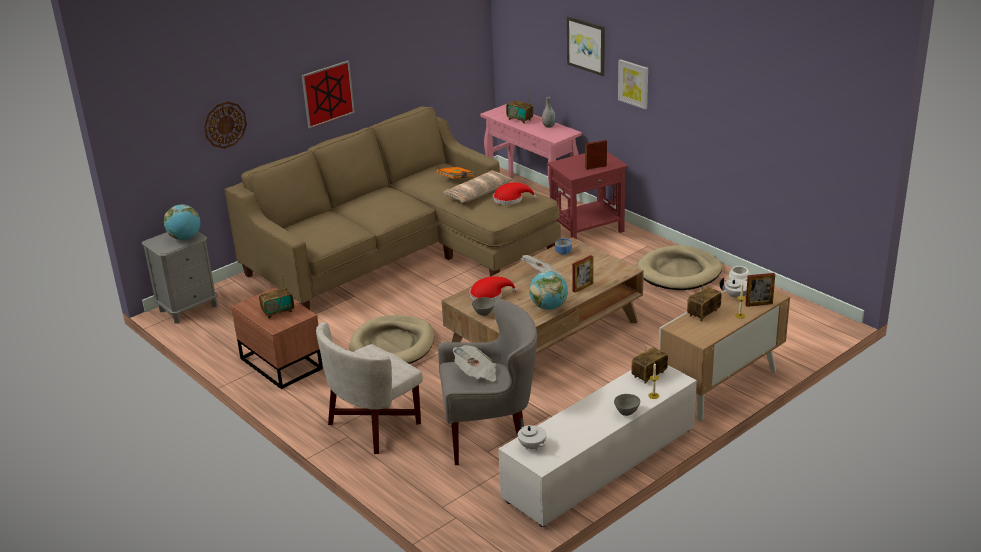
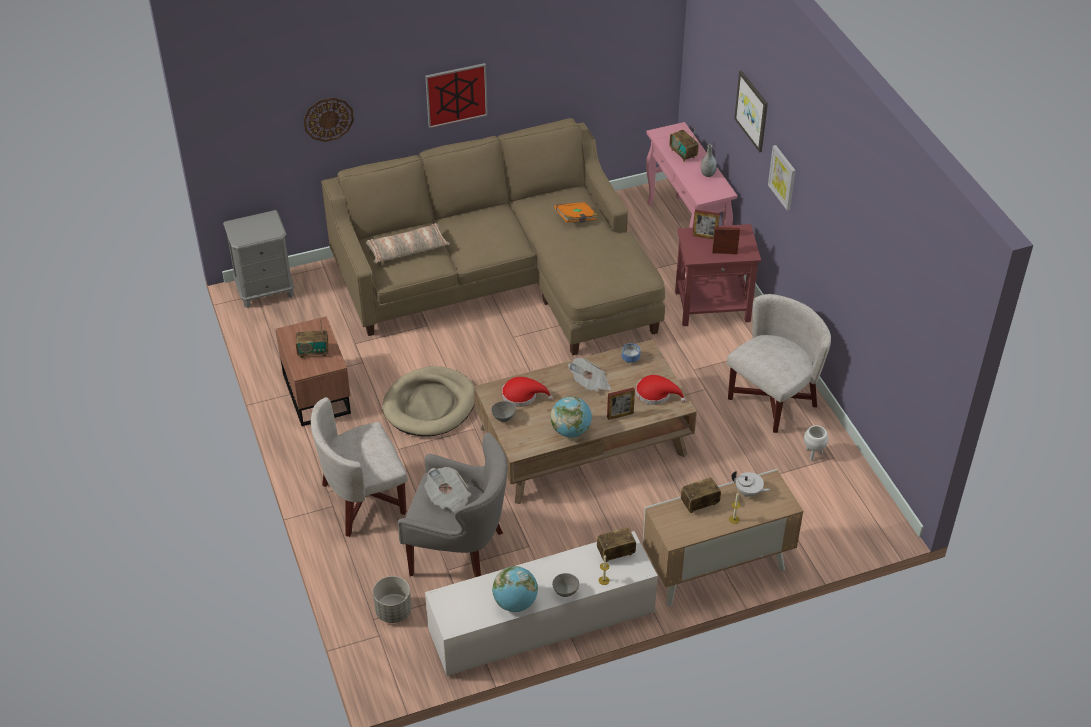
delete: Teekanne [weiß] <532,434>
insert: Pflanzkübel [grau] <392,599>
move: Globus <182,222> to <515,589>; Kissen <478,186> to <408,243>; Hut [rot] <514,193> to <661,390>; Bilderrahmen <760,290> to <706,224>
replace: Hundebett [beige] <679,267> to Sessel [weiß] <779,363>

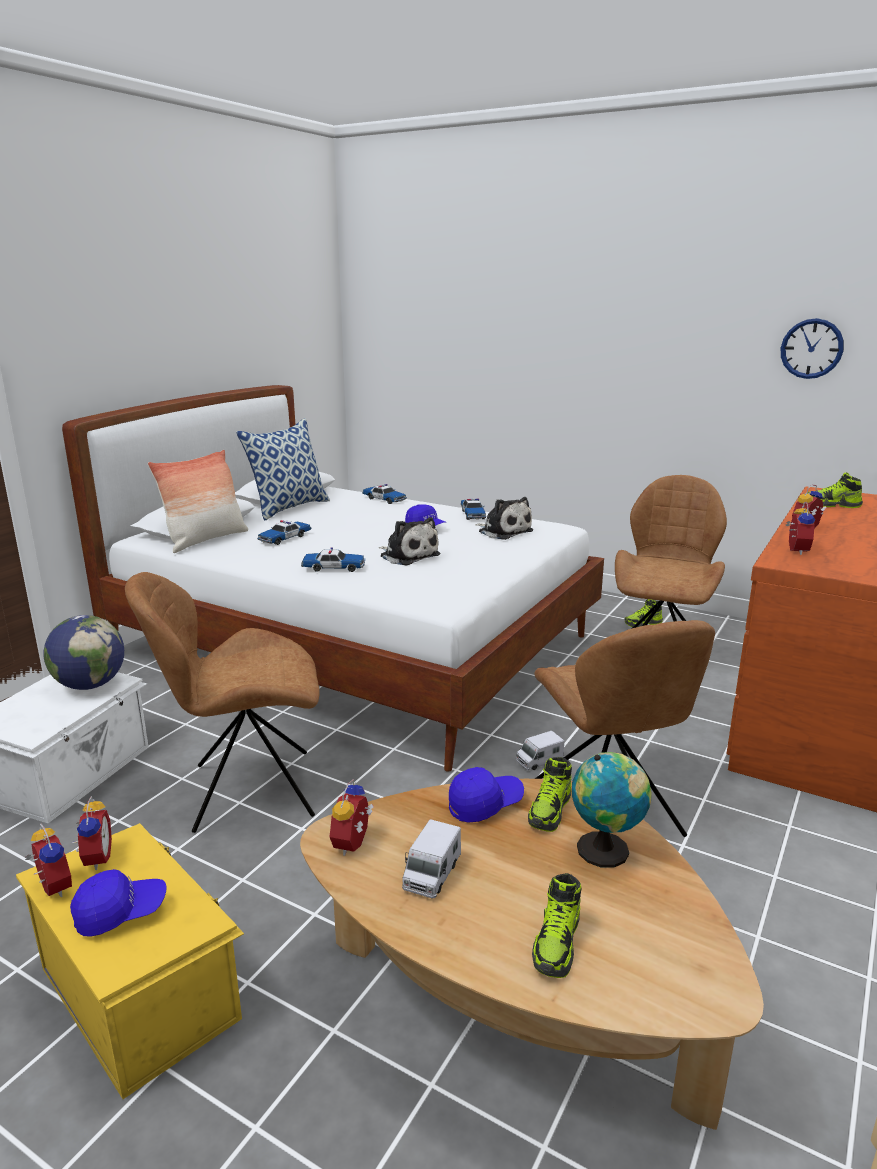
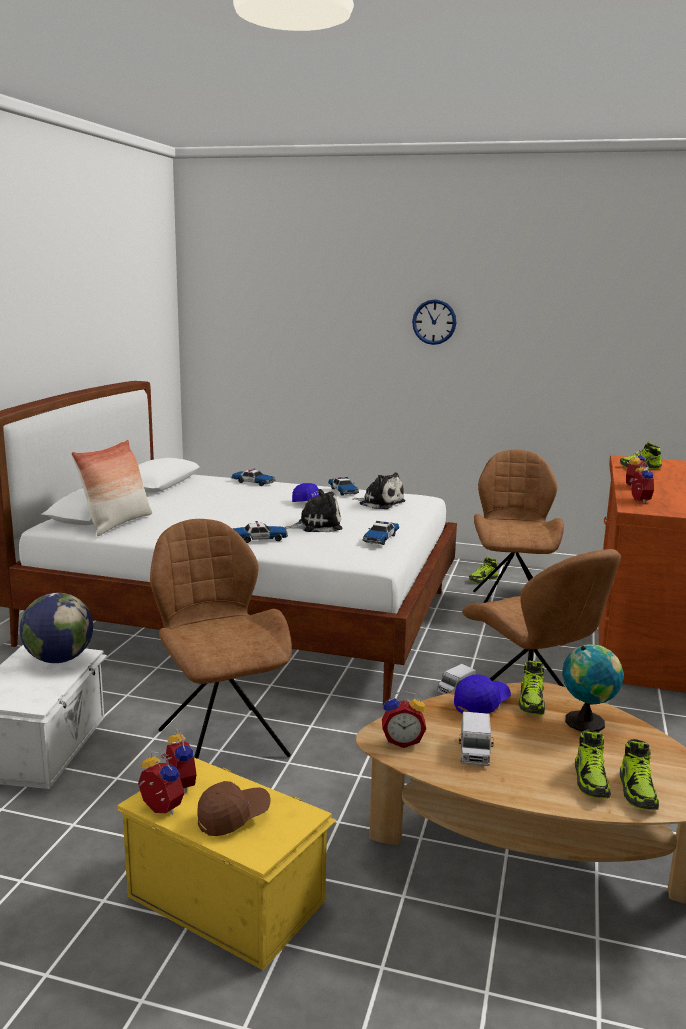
delete: Kissen <283,469>
insert: Schuh <639,774>
move: Spielzeugauto <284,532> to <381,533>; Wanduhr <812,348> to <434,322>
recolor: Kappe [blau] <118,903> to Kappe [braun] <234,808>
rotate: Stuhl [braun] <222,702> = <221,639> 90 degrees clockwise; Wecker <352,817> = <404,719> 90 degrees counterclockwise; Plüschtier <409,541> = <313,510> 45 degrees counterclockwise

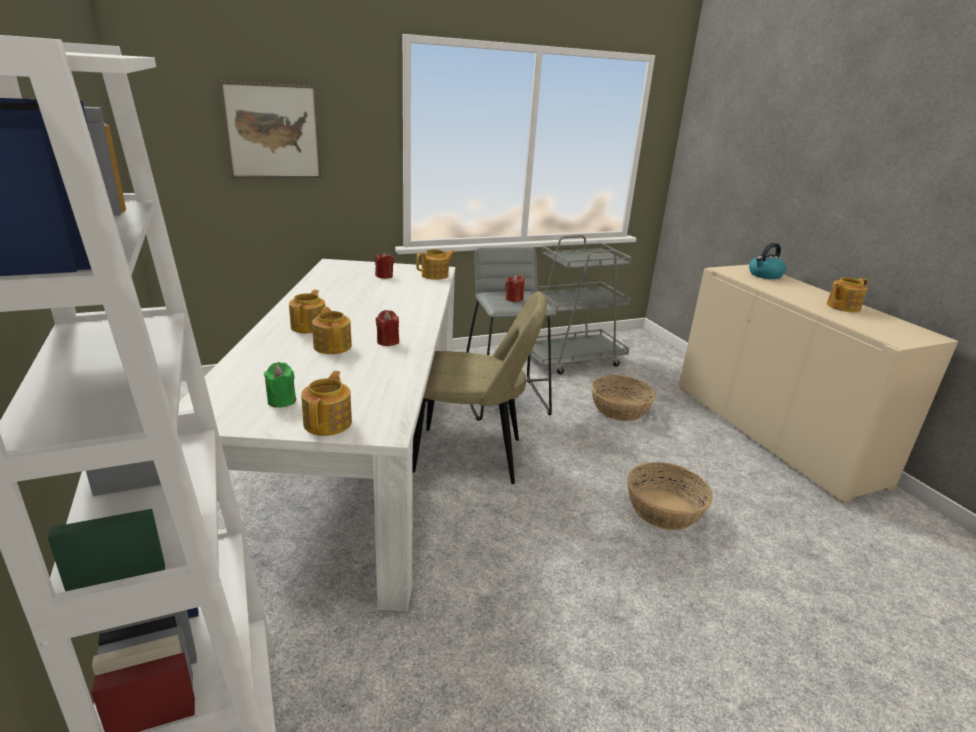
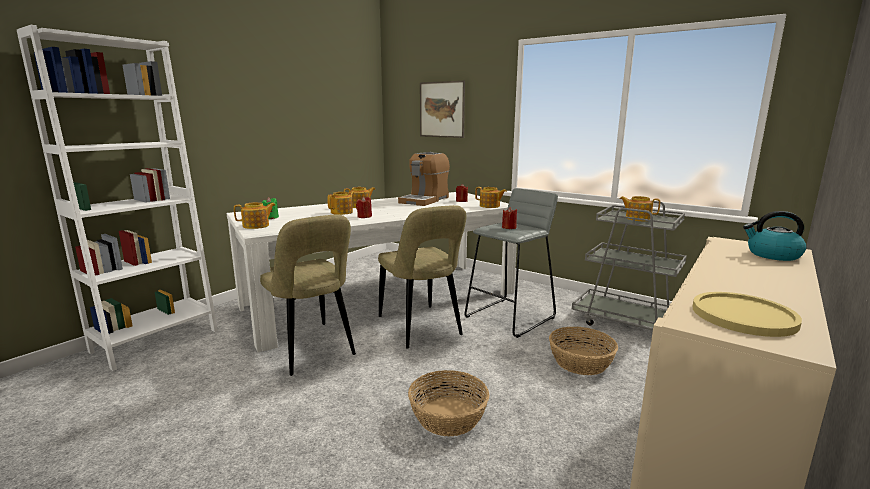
insert: Stuhl [beige] <308,295>; Kaffeemaschine <424,179>; Teller [gelb] <747,314>
move: Teekanne <847,294> to <640,208>

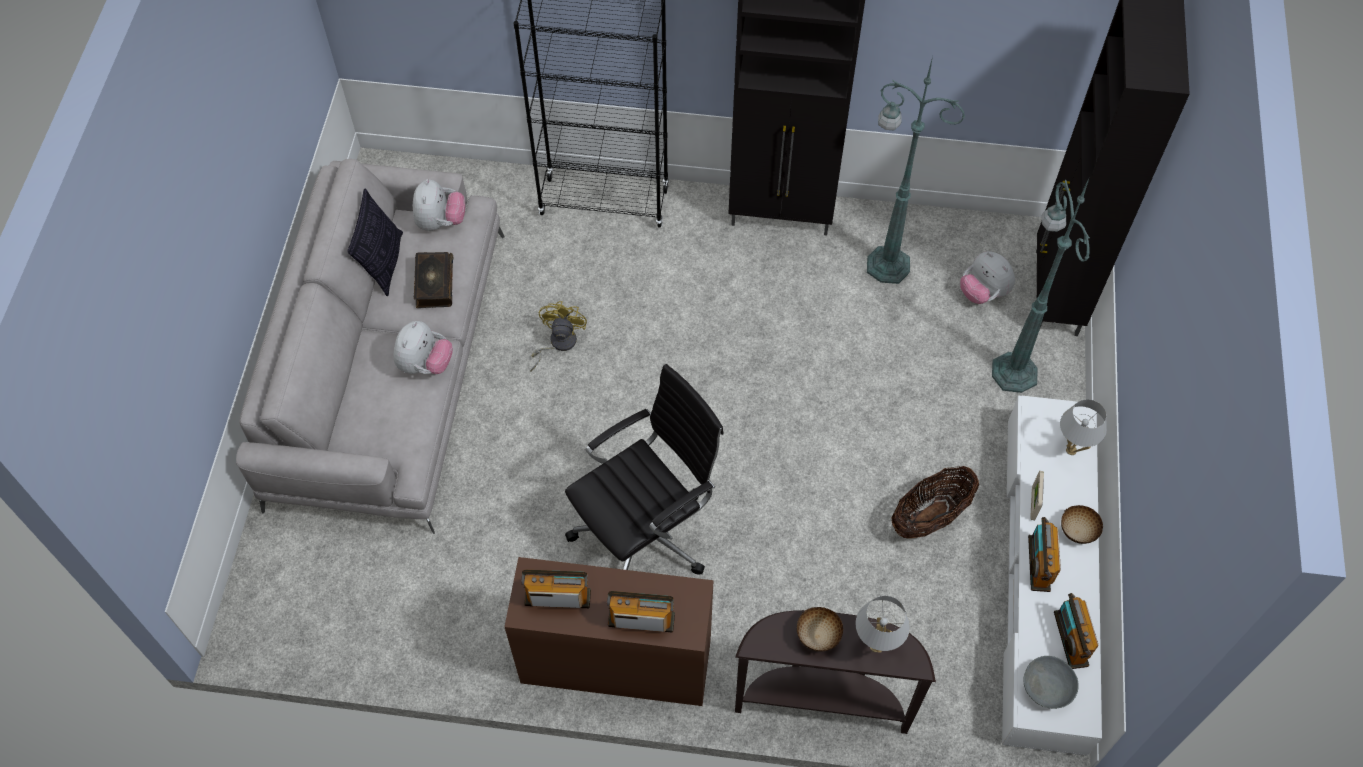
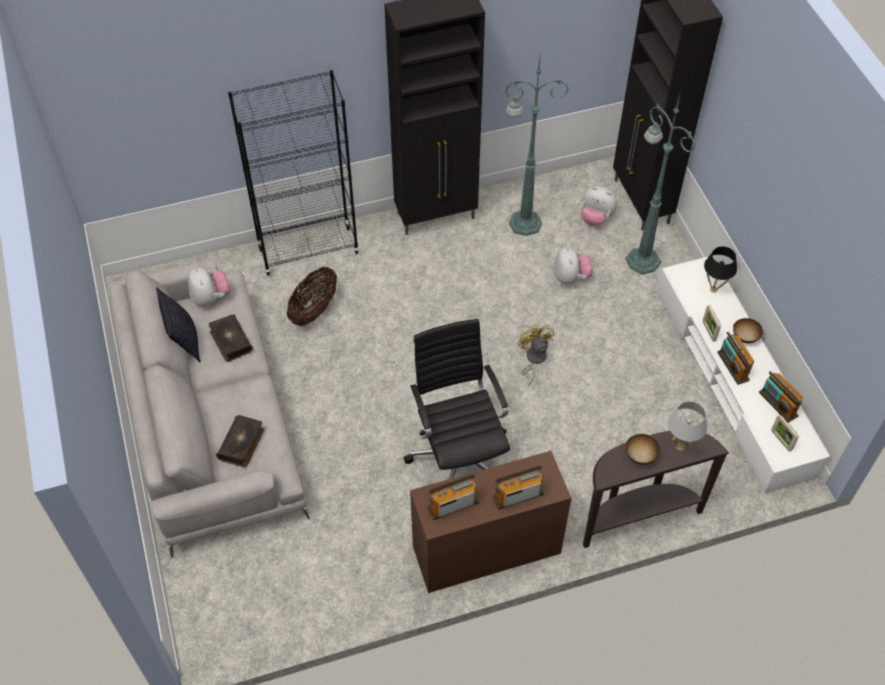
insert: Buch <240,441>
move: Plüschtier <423,347> to <573,265>; Ventilator [gelb] <558,336> to <536,355>; Korb <935,502> to <312,296>
replace: Schüssel [grau] <1051,682> to Bilderrahmen <785,433>
recolor: Tischlampe [weiß] <1083,427> to Tischlampe [schwarz] <720,269>
rotate: Bürostuhl [schwarz] <644,469> = <457,399> 45 degrees counterclockwise

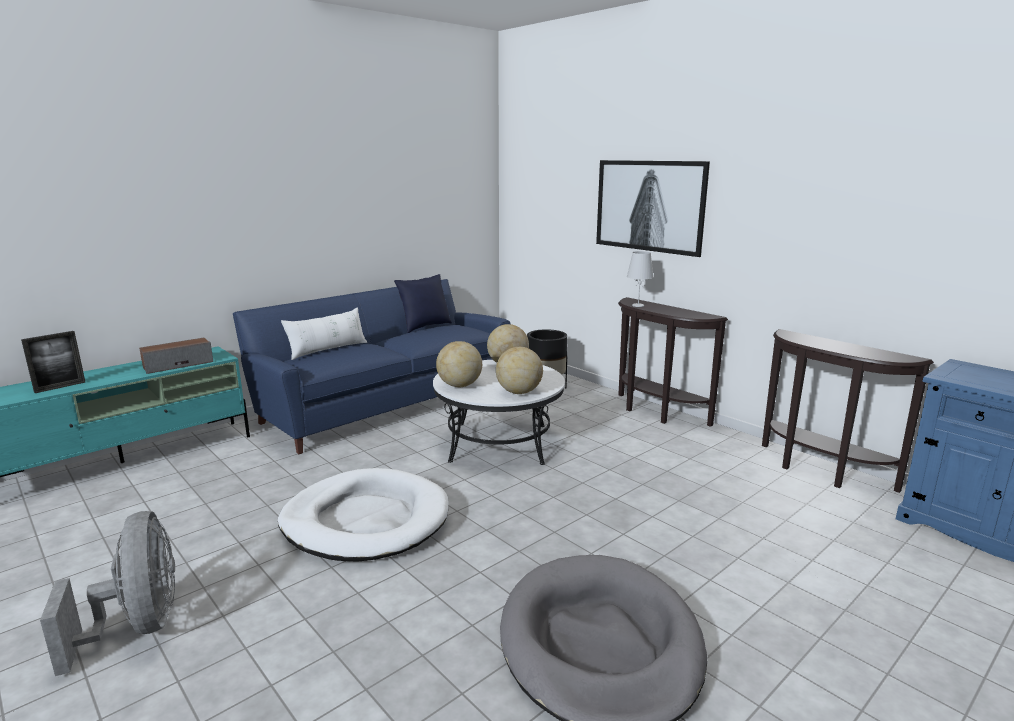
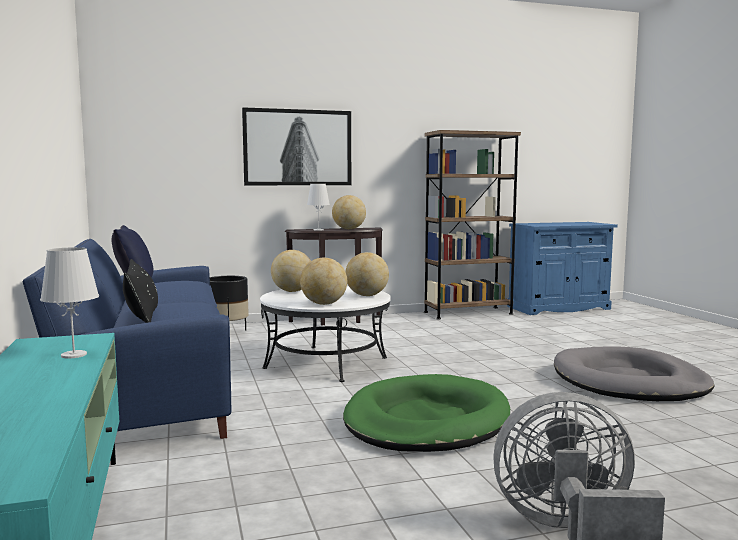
delete: Bilderrahmen <53,362>
insert: Globus <349,212>
replace: Lautsprecher <176,356> to Tischlampe [weiß] <69,303>; Konsolentisch [braun] <848,411> to Bücherregal [braun] <472,225>
recolor: Hundebett [weiß] <363,515> to Hundebett [grün] <426,413>; Kissen [weiß] <324,333> to Kissen [schwarz] <140,291>

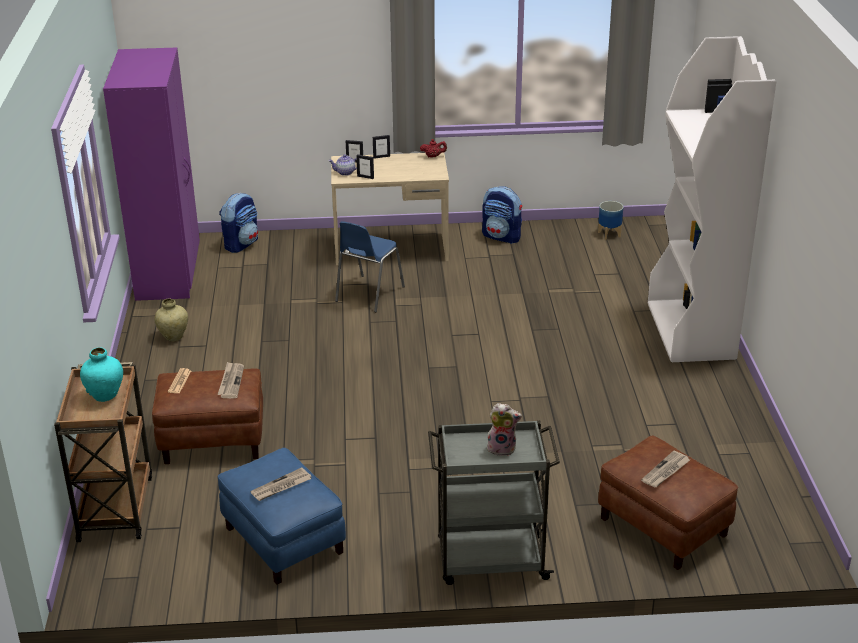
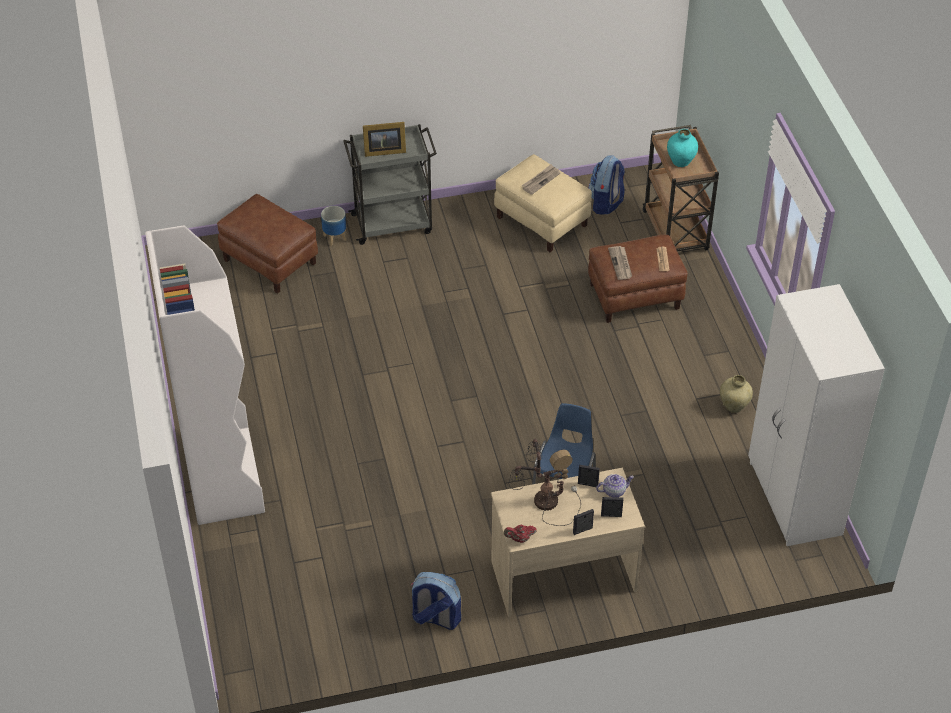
delete: Zeitung <665,469>
insert: Tischlampe <545,482>
move: Rucksack <238,223> to <606,184>; Pflanzkübel <610,220> to <334,226>
replace: Plüschtier <504,429> to Bilderrahmen <384,139>
recolor: Kleiderschrank [lila] <151,174> to Kleiderschrank [weiß] <816,415>; Polsterhocker [blau] <282,516> to Polsterhocker [beige] <543,203>

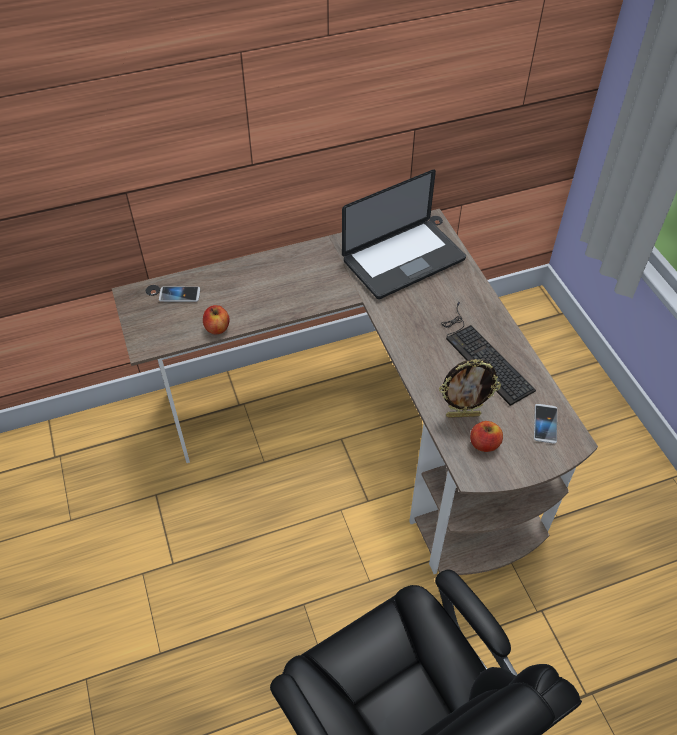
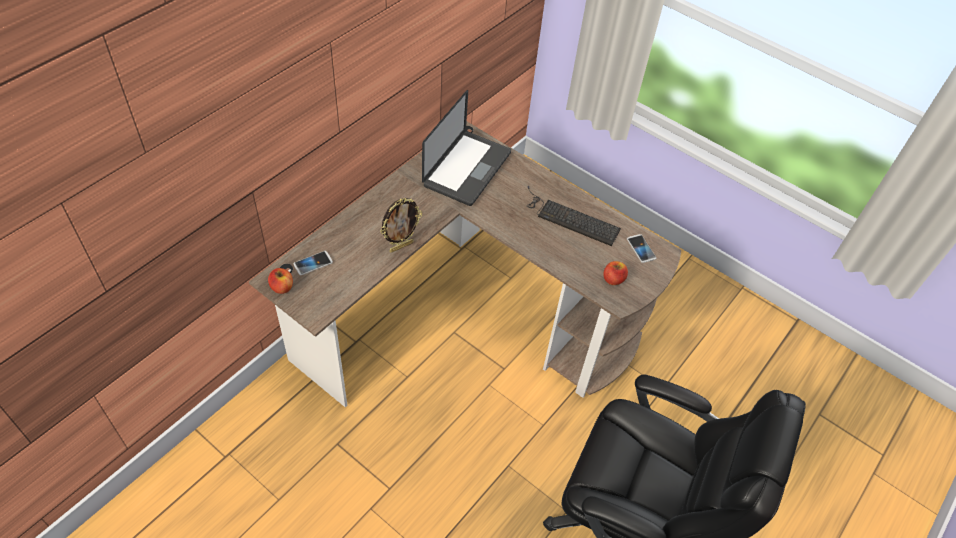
move: Apfel <216,319> to <280,281>; Bilderrahmen <470,388> to <401,225>

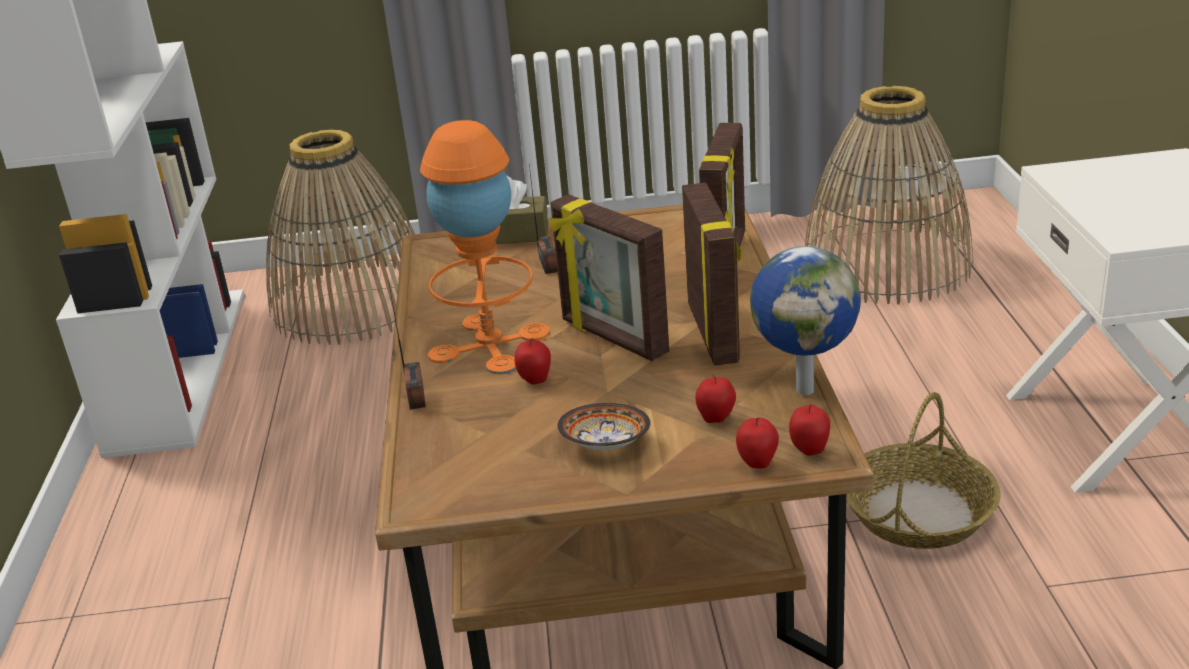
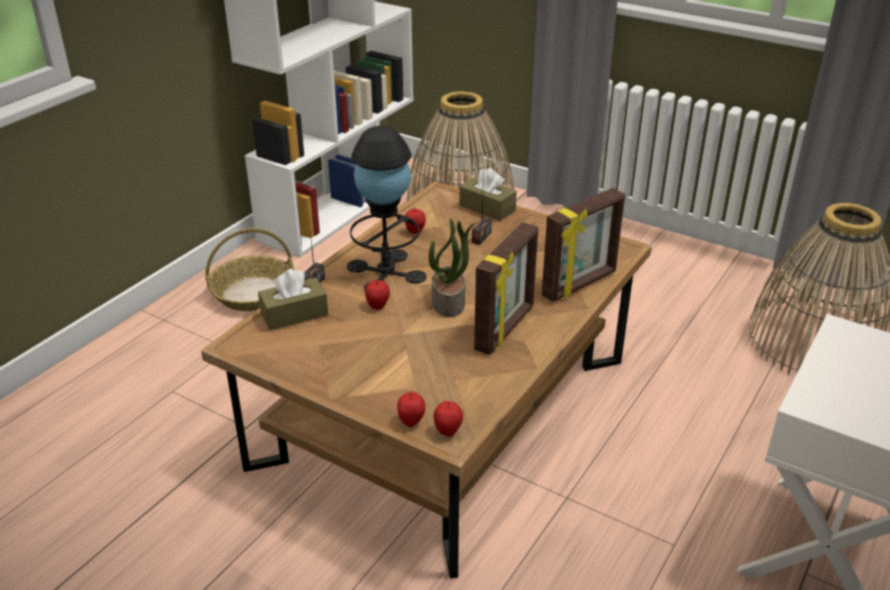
delete: Schüssel <604,426>; Globus <805,320>
insert: Taschentuchbox [braun] <293,299>
move: Apfel <715,399> to <415,220>; Korb <923,470> to <249,269>
replace: Bilderrahmen <609,277> to Topfpflanze <452,268>
recolor: Tischlampe [orange] <485,247> to Tischlampe [schwarz] <387,208>

